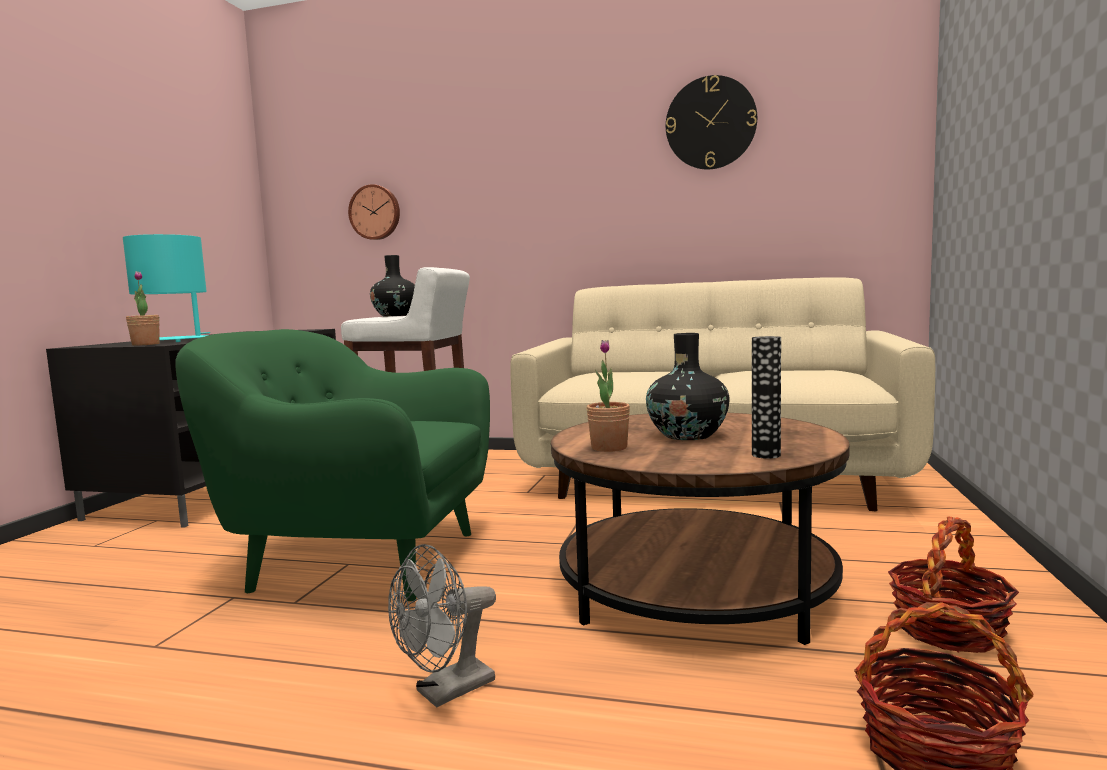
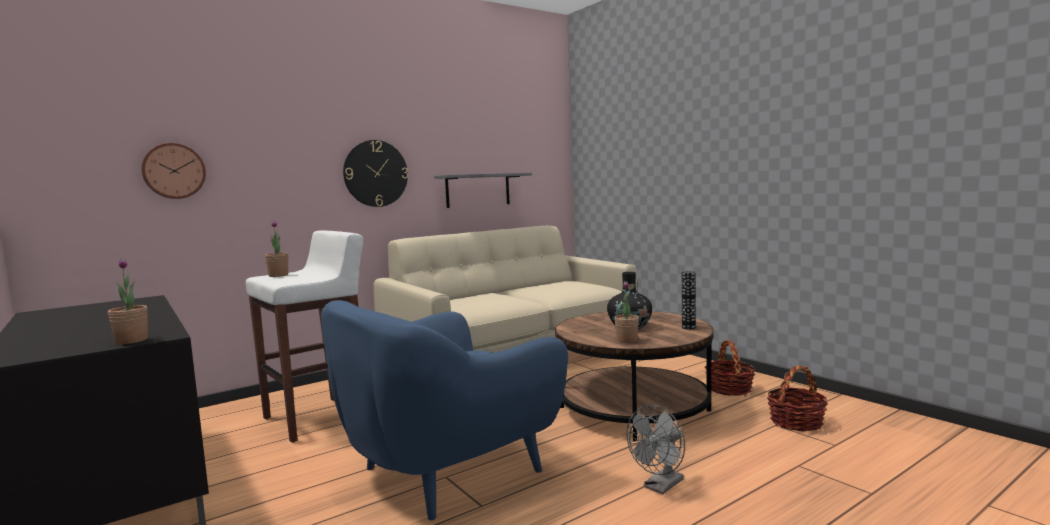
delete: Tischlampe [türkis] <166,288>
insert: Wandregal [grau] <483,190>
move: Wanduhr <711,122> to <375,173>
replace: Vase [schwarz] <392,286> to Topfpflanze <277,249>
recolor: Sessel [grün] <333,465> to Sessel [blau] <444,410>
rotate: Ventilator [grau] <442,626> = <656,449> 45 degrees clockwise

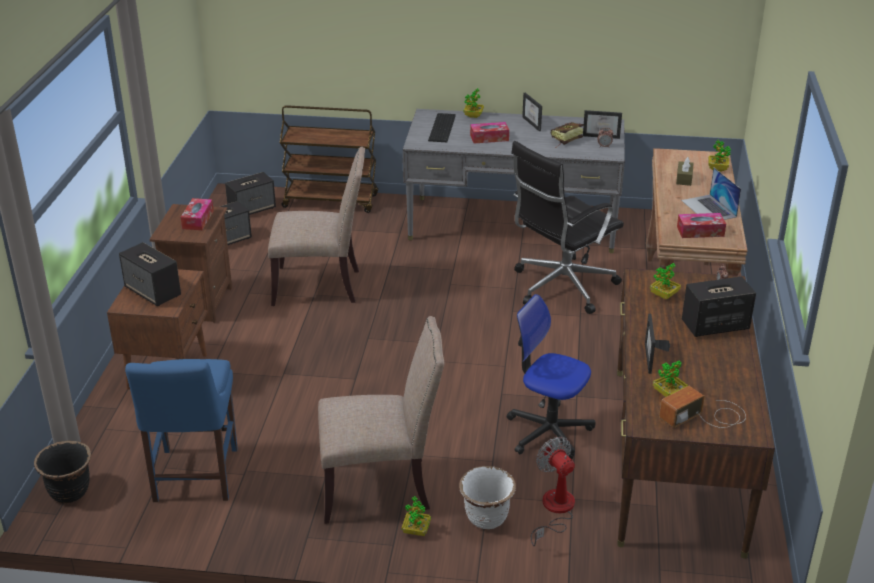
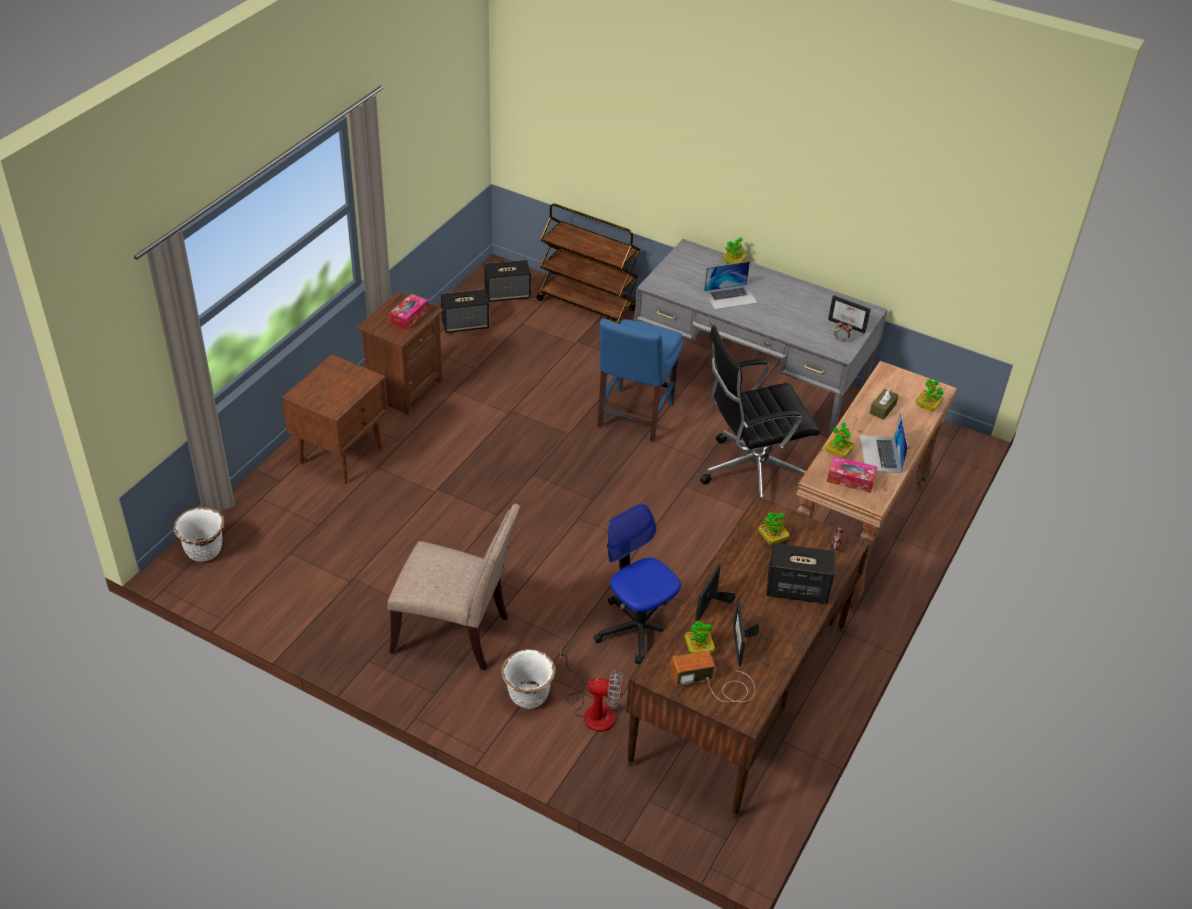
delete: Lautsprecher <150,274>; Stuhl [beige] <316,226>; Tastatur <442,127>; Buch <567,135>
move: Stuhl [blau] <181,430> to <640,380>; Topfpflanze <416,516> to <839,440>; Bilderrahmen <532,112> to <746,633>
replace: Taschentuchbox <489,132> to Laptop <731,285>
recolor: Pflanzkübel [schwarz] <62,472> to Pflanzkübel [weiß] <199,534>
rotate: Ventilator <553,491> = <591,689> 105 degrees clockwise

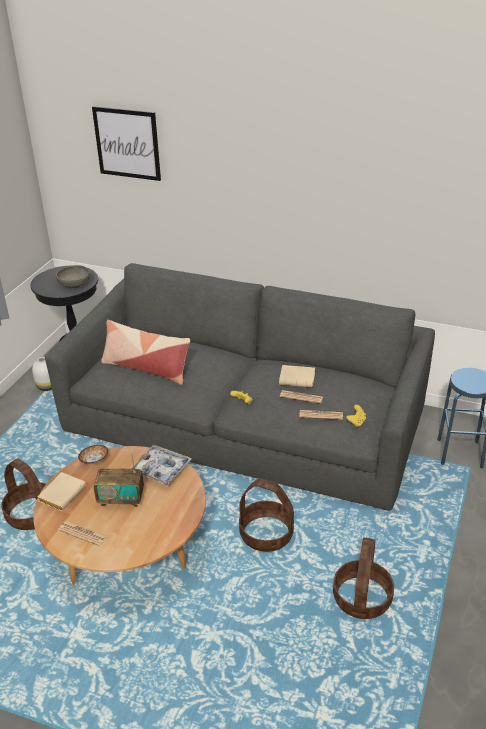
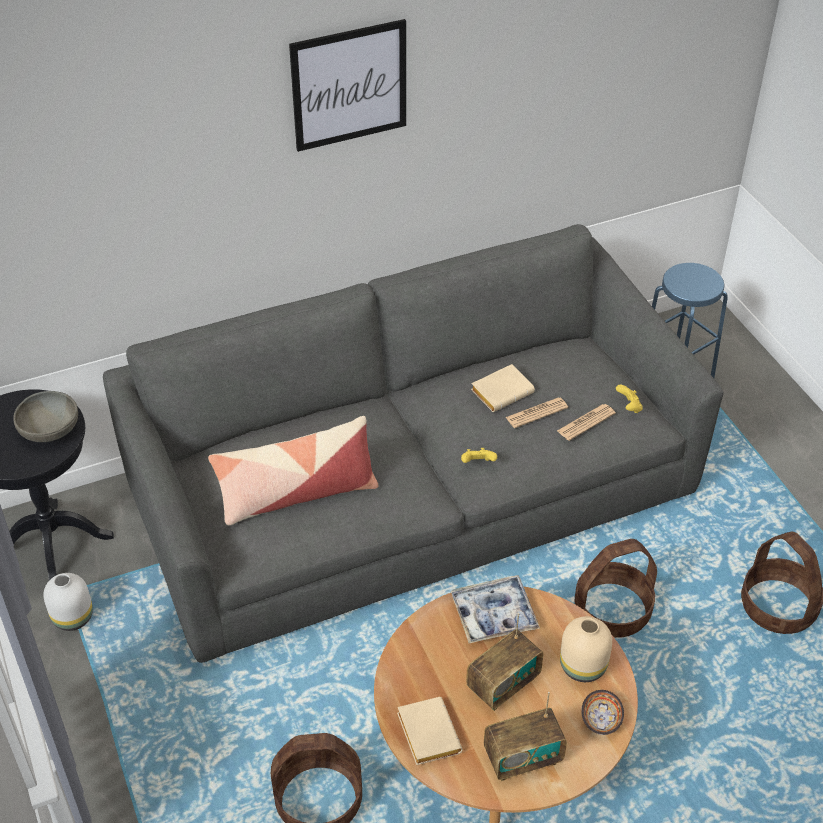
insert: Vase [beige] <586,649>
move: Schüssel <93,454> to <602,712>; Bild <126,143> to <347,85>
replace: Zeitung <83,533> to Radio <525,736>

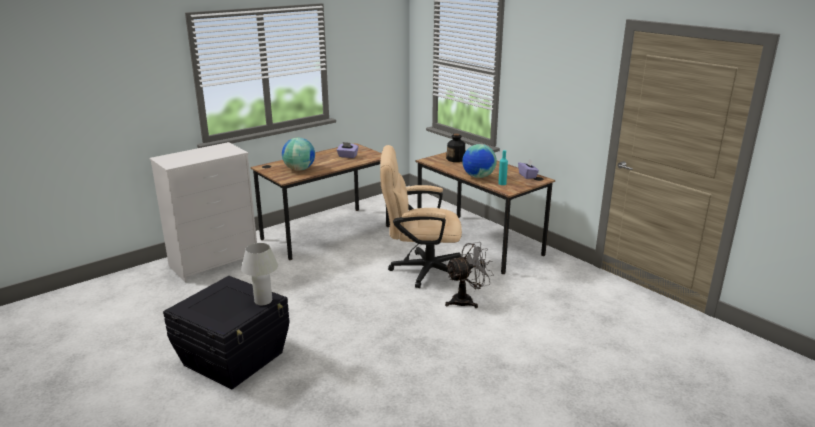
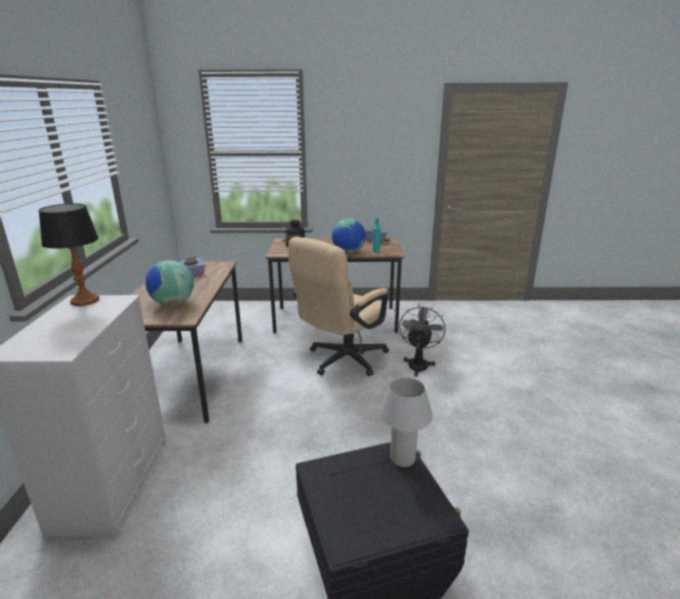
insert: Tischlampe <69,254>

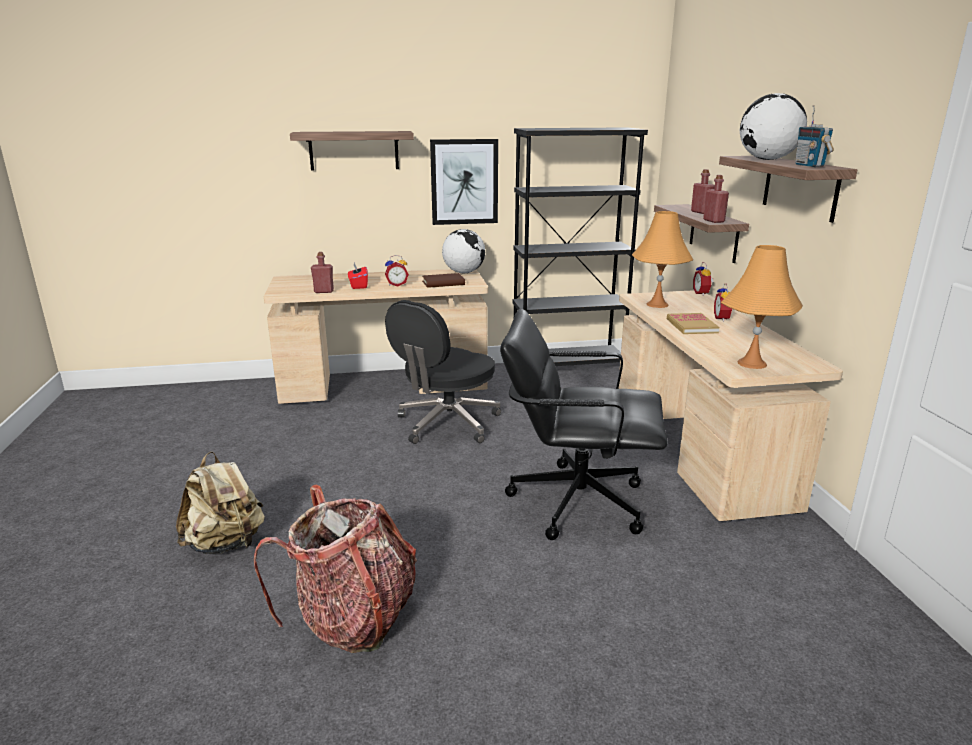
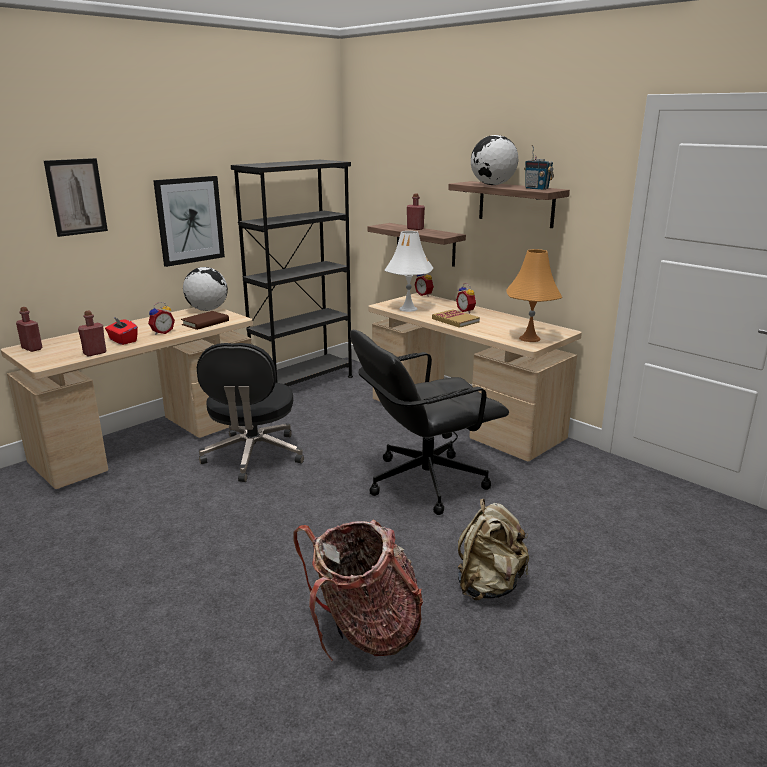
move: Rucksack [beige] <220,503> to <493,549>; Flasche [rot] <716,199> to <29,329>
replace: Wandregal <352,151> to Bild <76,197>
recolor: Tischlampe [orange] <662,259> to Tischlampe [weiß] <408,271>

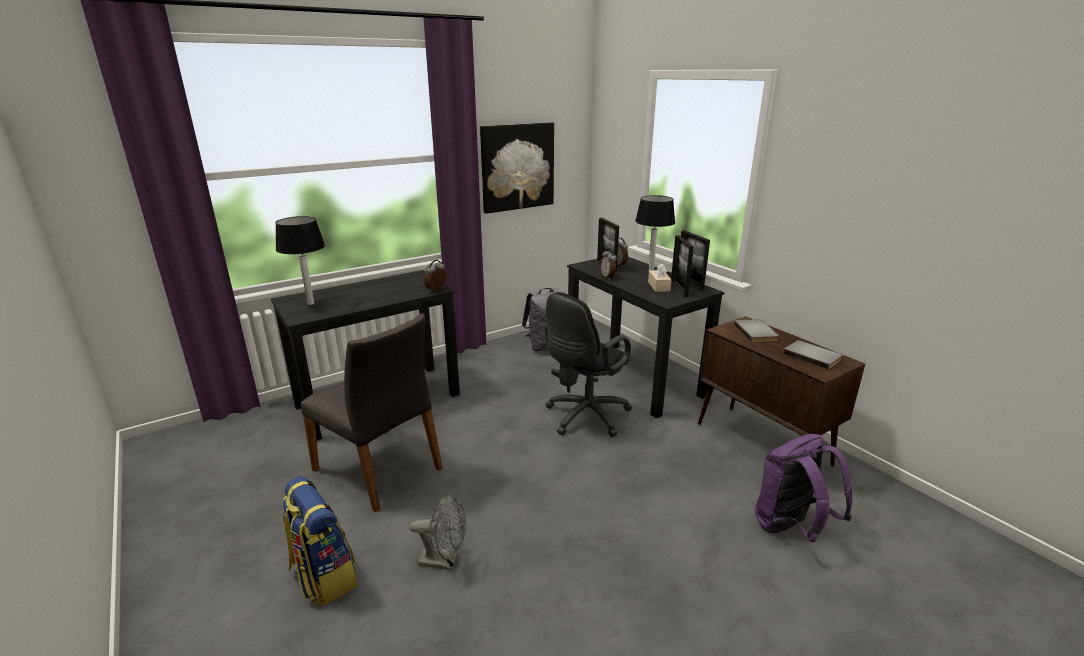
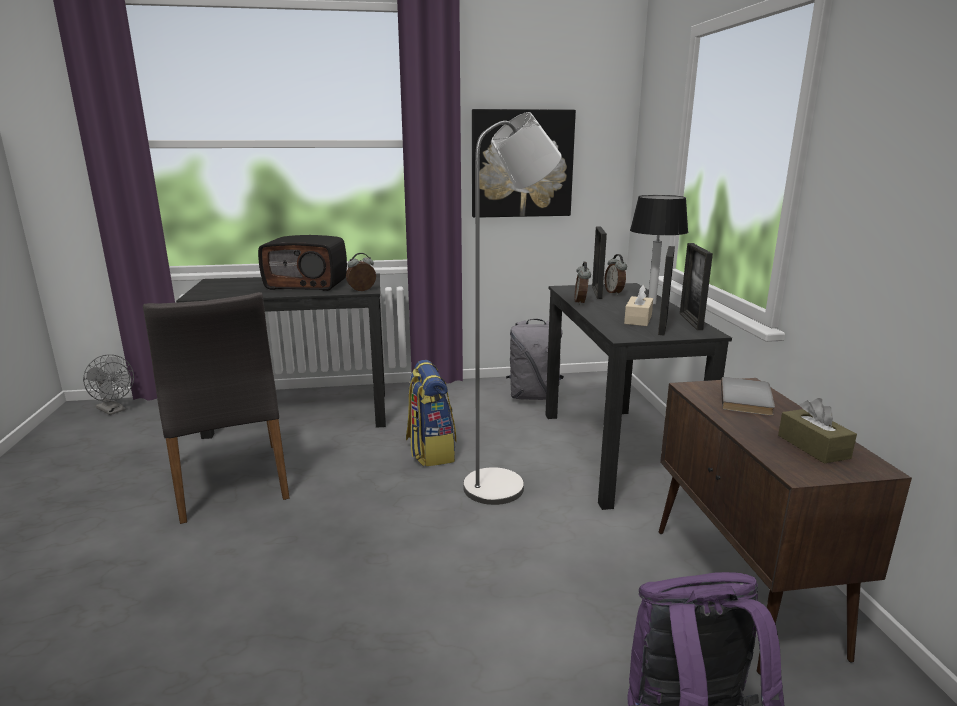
delete: Tischlampe <300,260>
insert: Radio <302,263>
move: Rucksack <319,541> to <431,413>; Ventilator [grau] <437,531> to <108,384>
replace: Bürostuhl [schwarz] <588,364> to Stehlampe [grau] <512,308>; Buch [grau] <812,354> to Taschentuchbox [braun] <817,431>

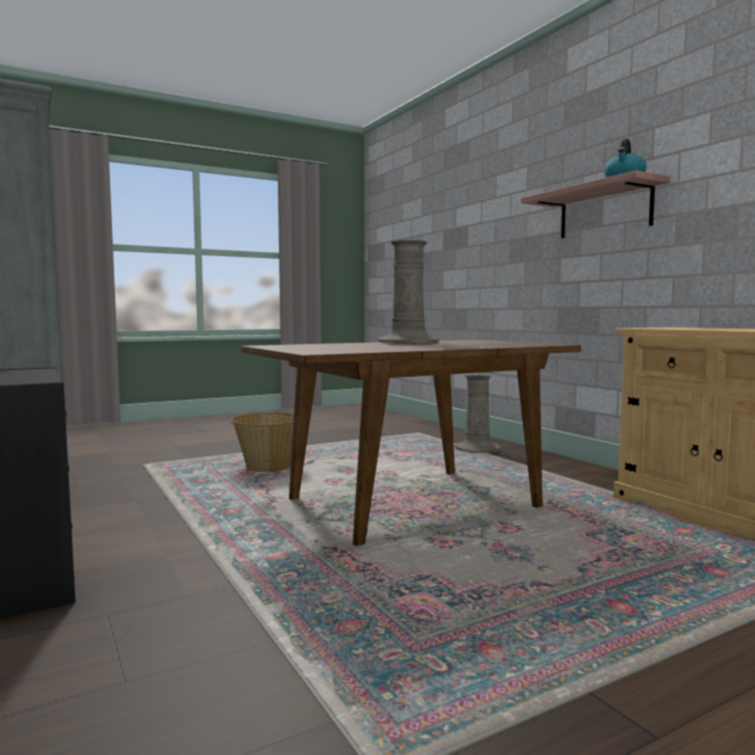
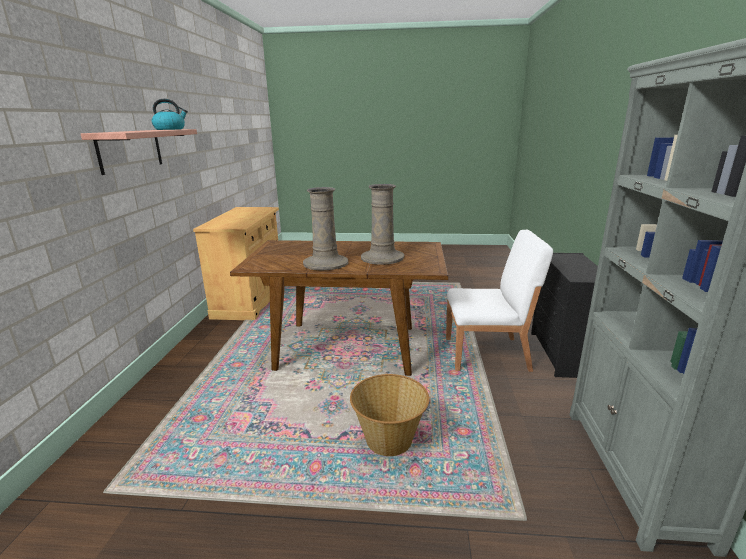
insert: Stuhl [weiß] <499,301>
move: Vase [beige] <477,413> to <382,224>

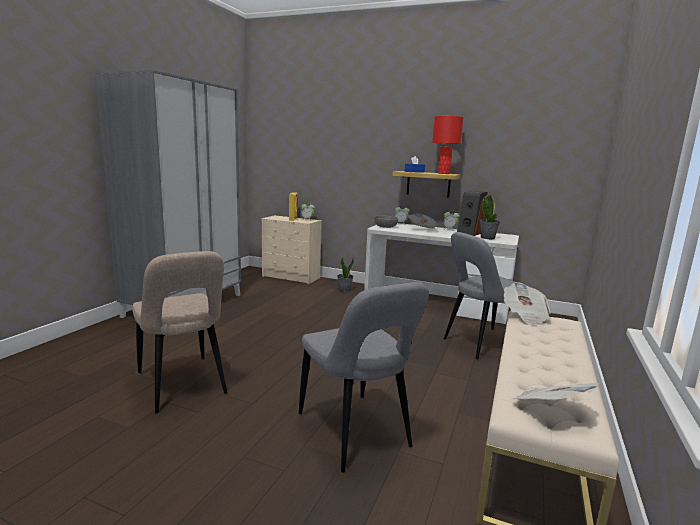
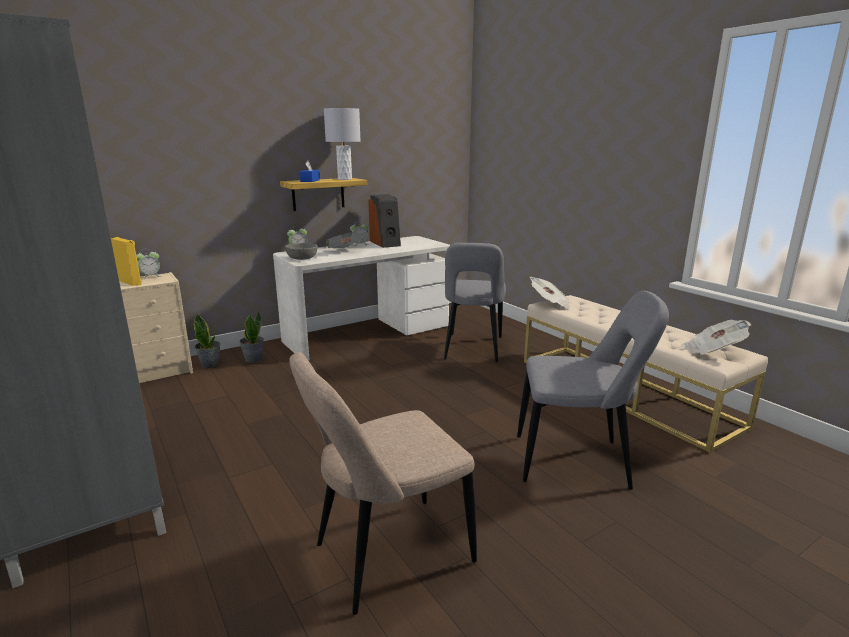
move: Topfpflanze <490,217> to <207,341>
recolor: Tischlampe [rot] <448,145> to Tischlampe [grau] <342,144>
rotate: Stuhl [beige] <179,332> = <383,483> 150 degrees clockwise

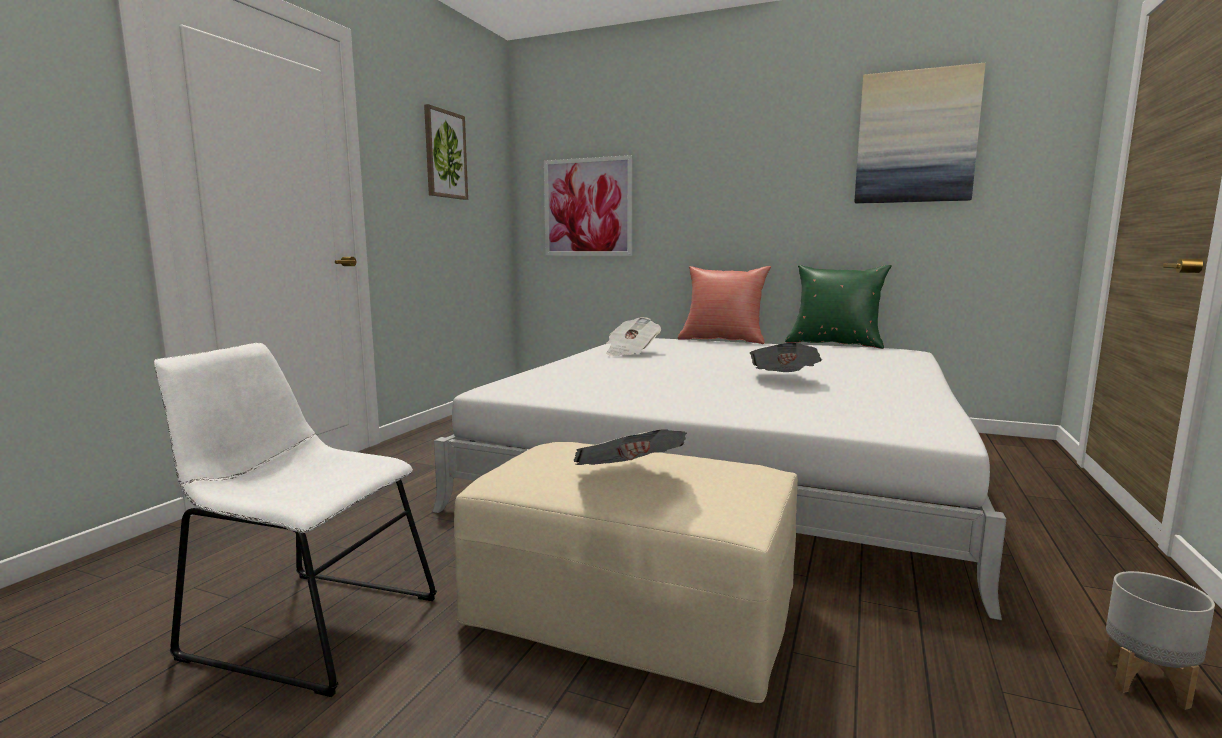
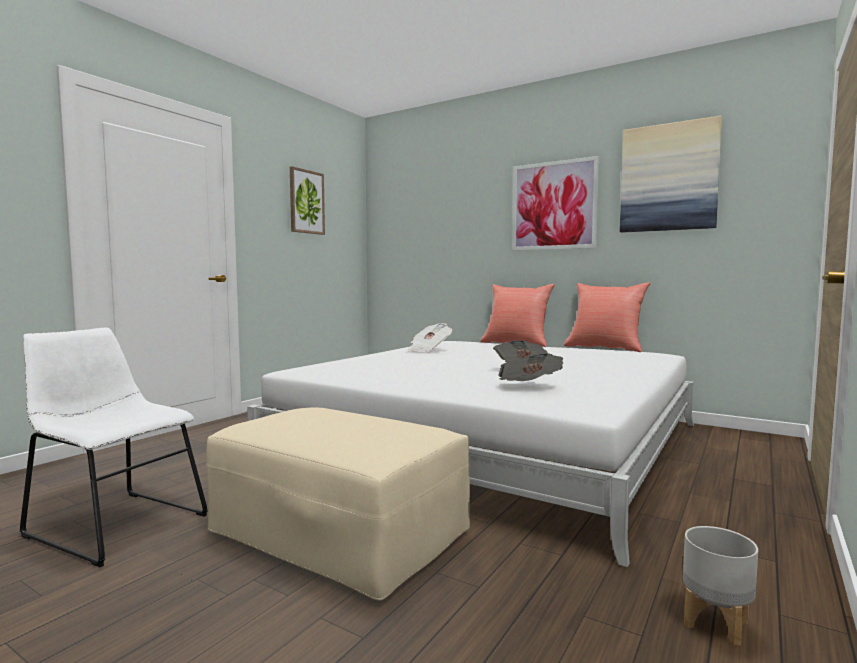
move: Bild <588,205> to <555,203>; Zeitung <630,447> to <531,367>
recolor: Kissen [grün] <838,307> to Kissen [rot] <607,317>

